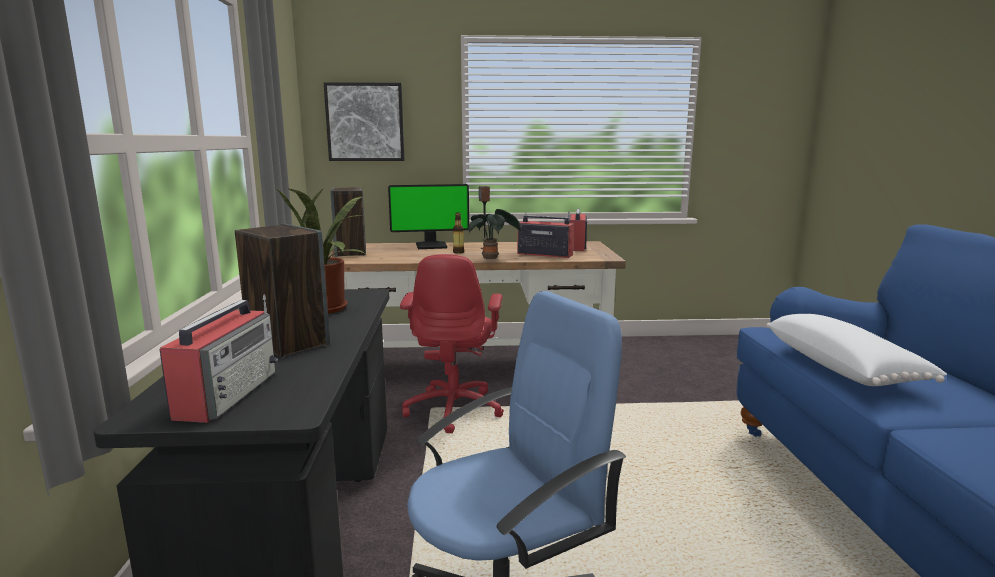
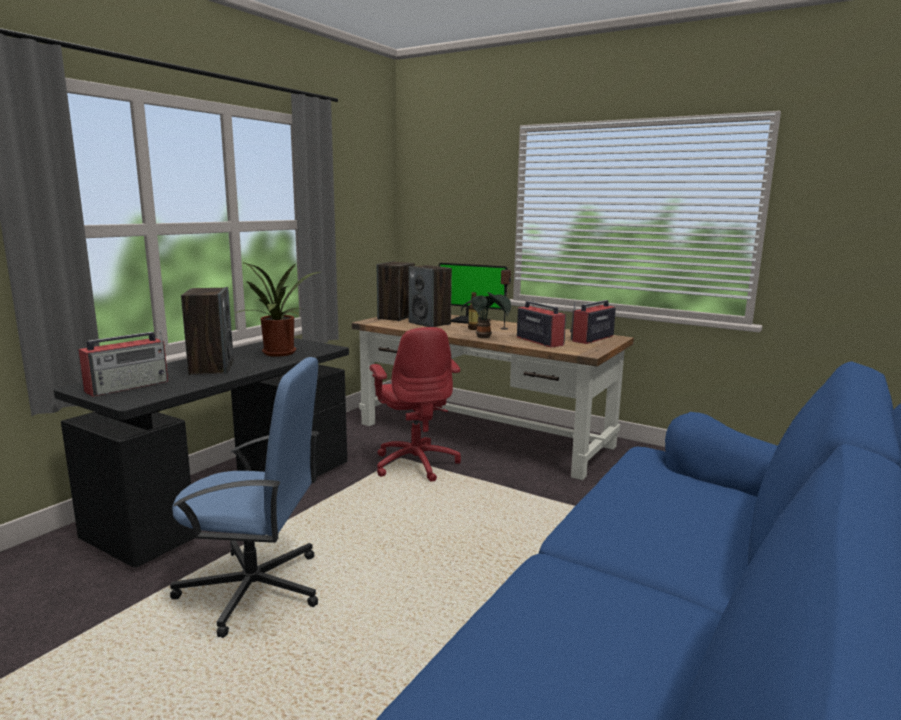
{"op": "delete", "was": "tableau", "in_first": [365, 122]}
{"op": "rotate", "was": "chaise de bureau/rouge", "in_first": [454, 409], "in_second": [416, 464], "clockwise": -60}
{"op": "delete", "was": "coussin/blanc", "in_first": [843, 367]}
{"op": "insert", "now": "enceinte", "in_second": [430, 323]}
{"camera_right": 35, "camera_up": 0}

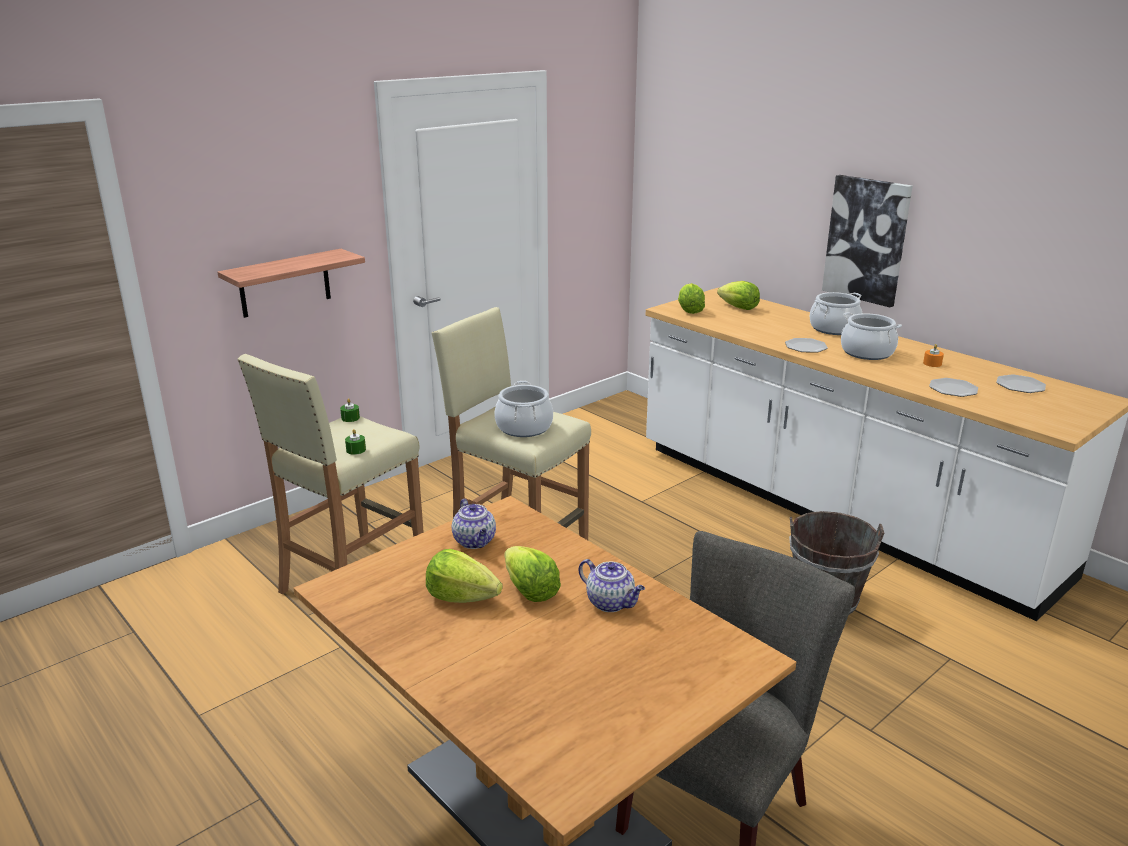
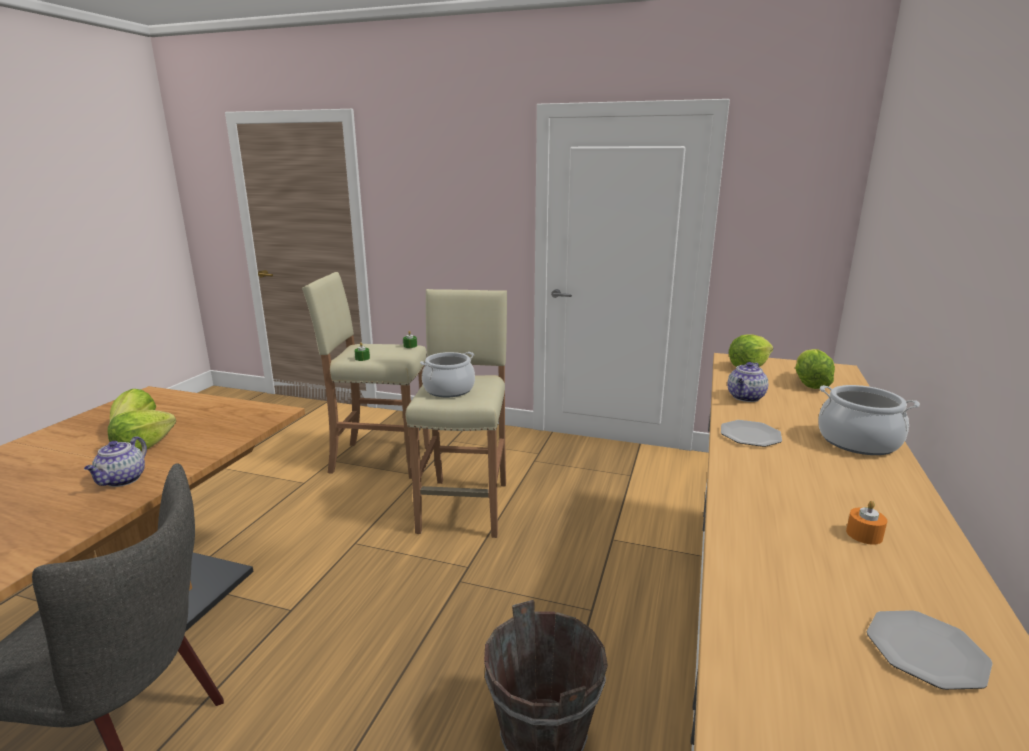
{"op": "delete", "was": "étagère", "in_first": [285, 283]}
{"op": "move", "was": "théière", "in_first": [475, 542], "in_second": [745, 397]}
{"op": "delete", "was": "tableau", "in_first": [867, 240]}
{"op": "delete", "was": "marmite", "in_first": [867, 352]}
{"op": "delete", "was": "assiette", "in_first": [953, 389]}
{"camera_right": 60, "camera_up": -5}

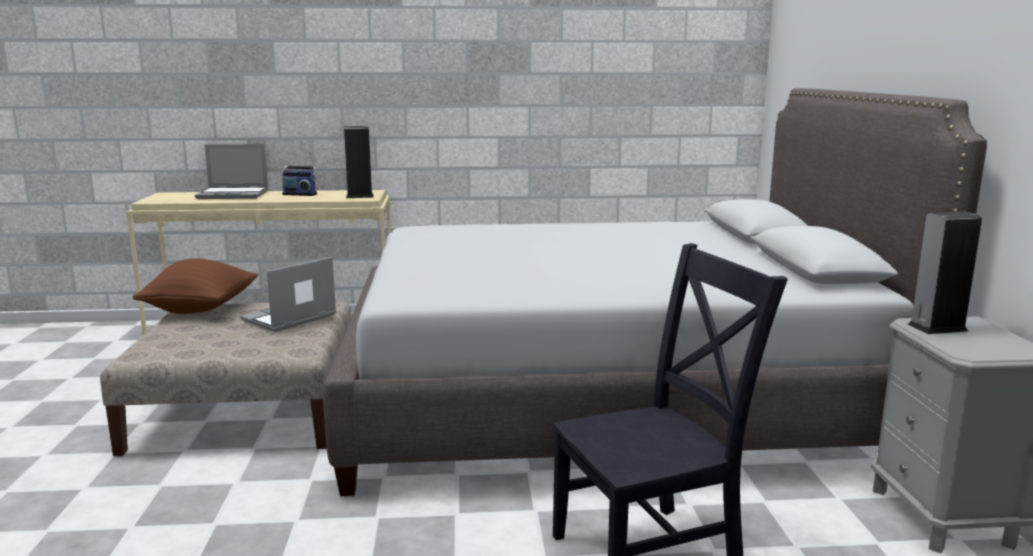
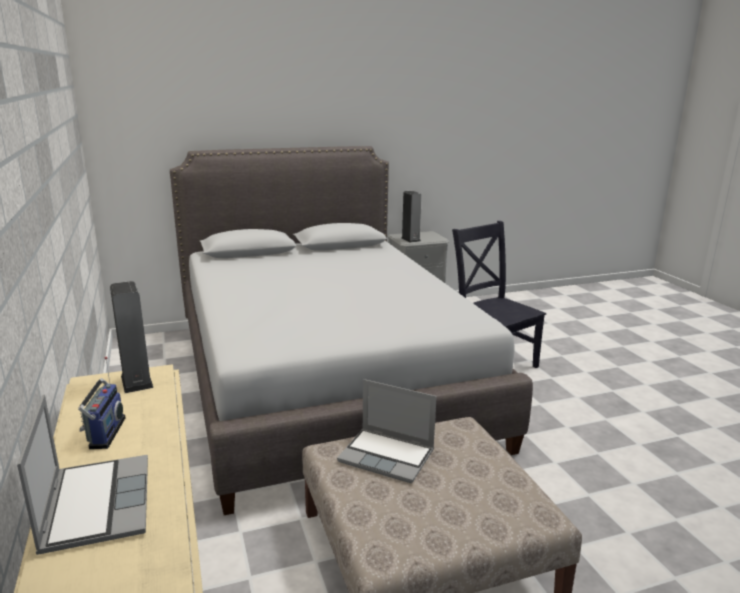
{"op": "delete", "was": "coussin/marron", "in_first": [201, 310]}
{"camera_right": -105, "camera_up": 5}

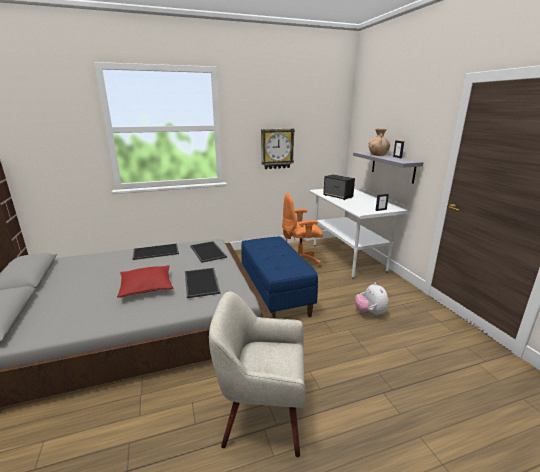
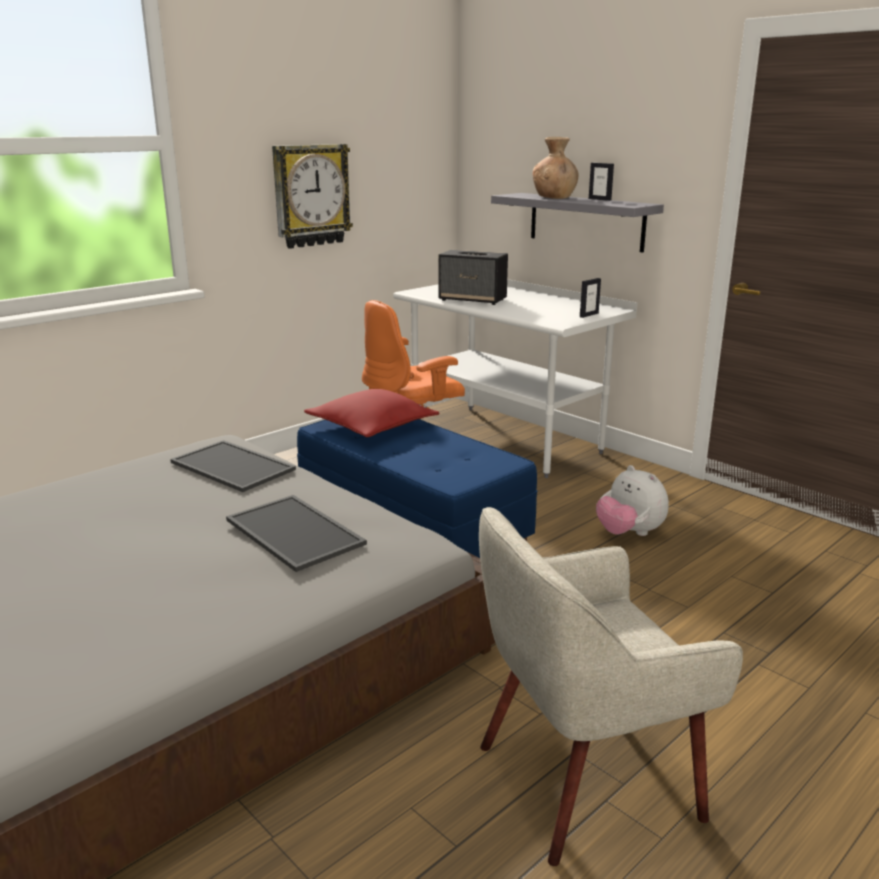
{"op": "move", "was": "coussin/rouge", "in_first": [146, 287], "in_second": [371, 426]}
{"op": "delete", "was": "plateau", "in_first": [155, 252]}
{"camera_right": -25, "camera_up": 0}

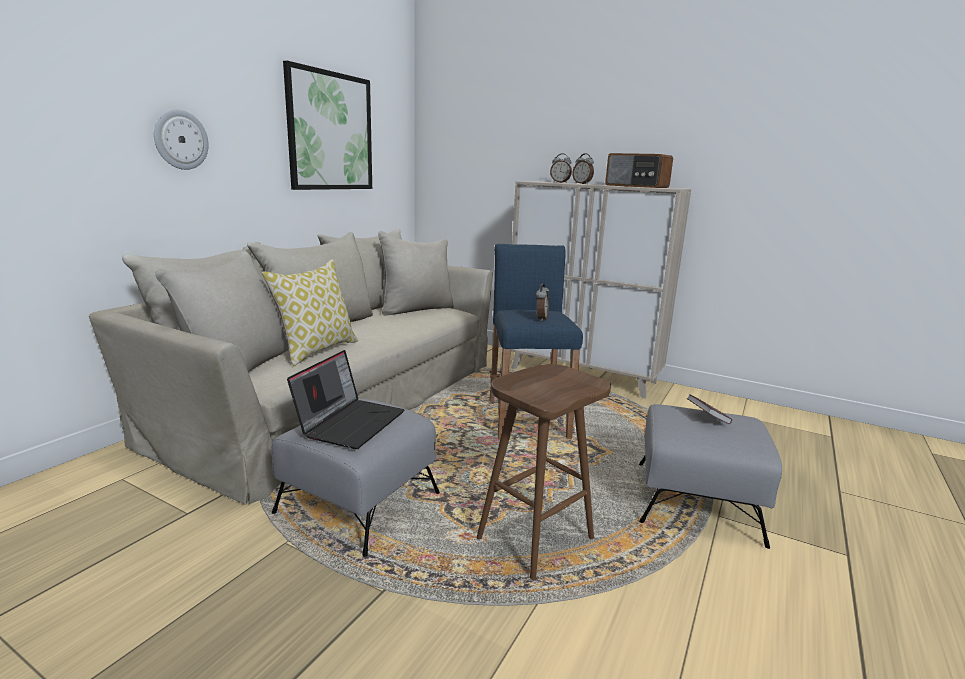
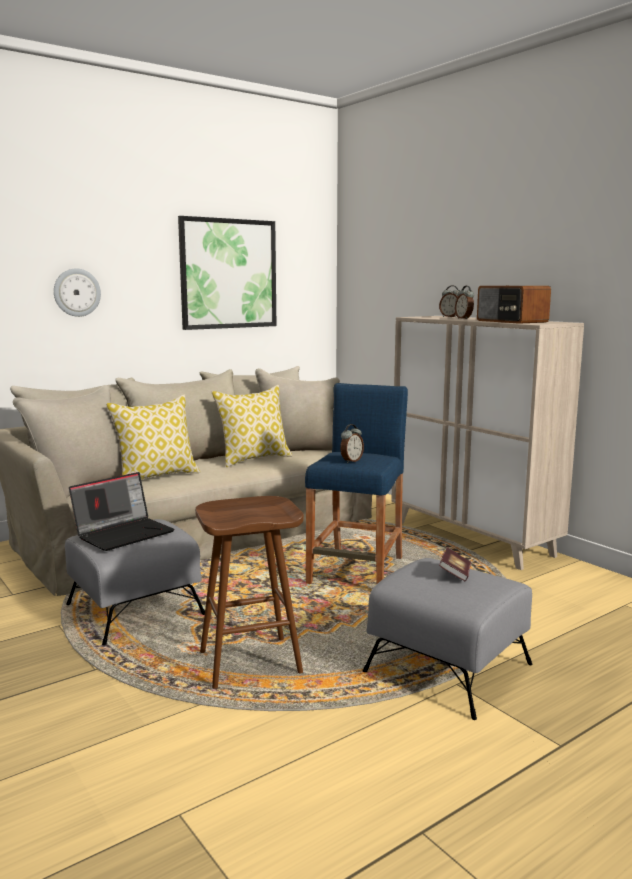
{"op": "insert", "now": "coussin", "in_second": [254, 459]}
{"camera_right": 25, "camera_up": -5}

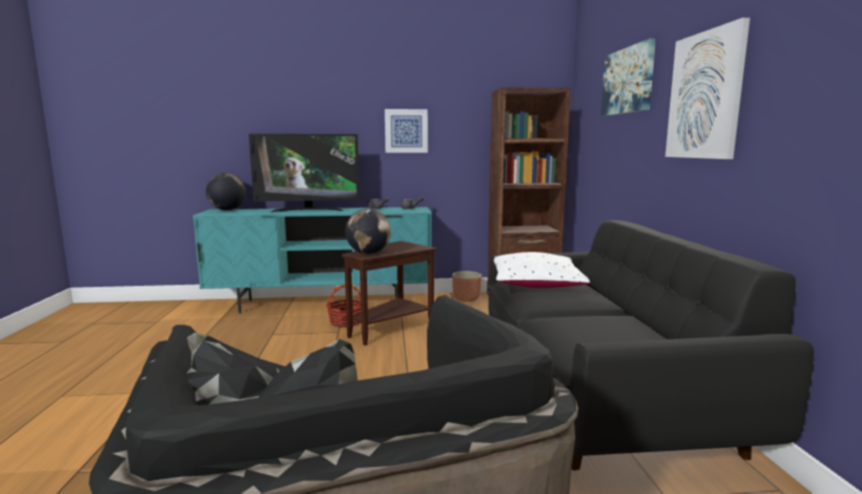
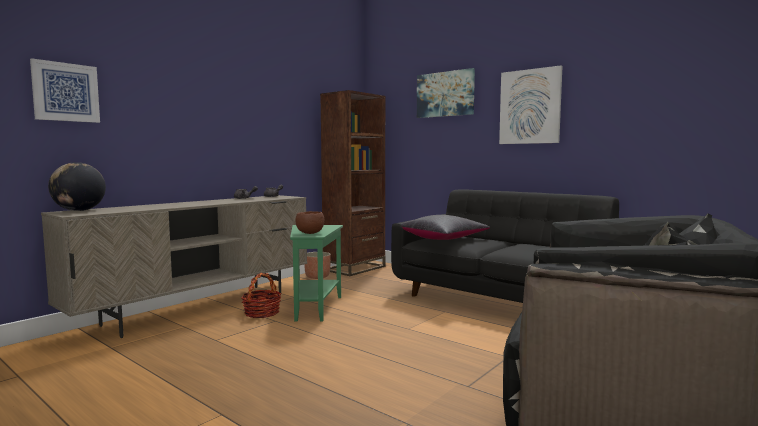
{"op": "recolor", "was": "meuble télé/turquoise", "now": "meuble télé/beige", "in_first": [323, 304], "in_second": [201, 308]}
{"op": "delete", "was": "téléviseur", "in_first": [308, 210]}
{"op": "recolor", "was": "table d'appoint/marron", "now": "table d'appoint/vert", "in_first": [391, 329], "in_second": [314, 307]}
{"op": "replace", "was": "globe", "now": "bol/marron", "in_first": [368, 253], "in_second": [310, 233]}
{"op": "move", "was": "tableau", "in_first": [406, 131], "in_second": [66, 92]}
{"op": "recolor", "was": "coussin/blanc", "now": "coussin/noir", "in_first": [536, 285], "in_second": [442, 238]}
{"camera_right": -45, "camera_up": -5}

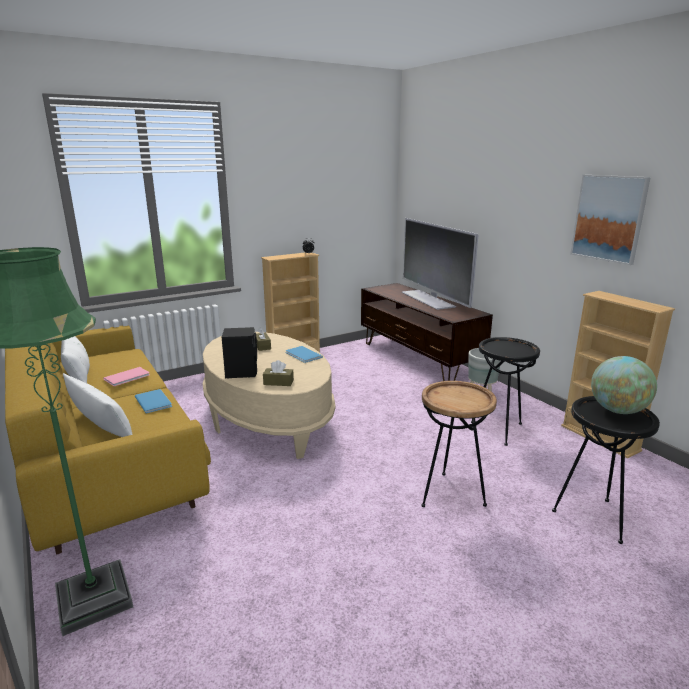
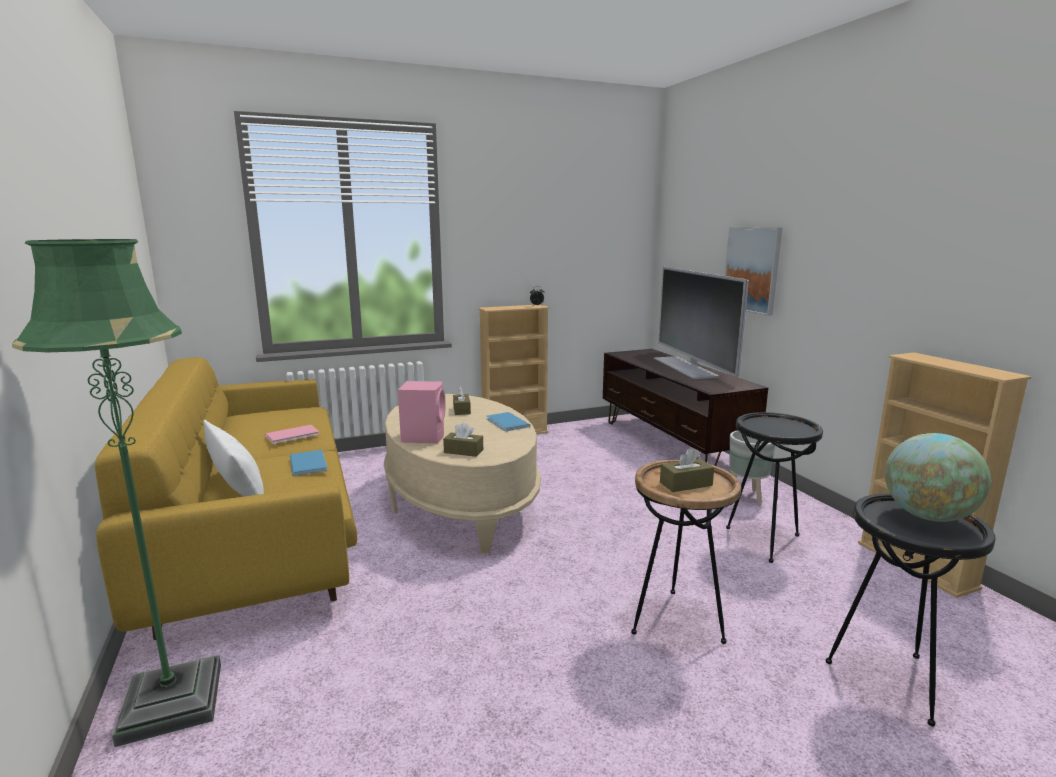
{"op": "delete", "was": "coussin/blanc", "in_first": [78, 373]}
{"op": "recolor", "was": "enceinte/noir", "now": "enceinte/rose", "in_first": [241, 372], "in_second": [424, 437]}
{"op": "move", "was": "tableau", "in_first": [609, 218], "in_second": [752, 269]}
{"op": "insert", "now": "boîte à mouchoirs/marron", "in_second": [686, 484]}
{"camera_right": 10, "camera_up": -5}

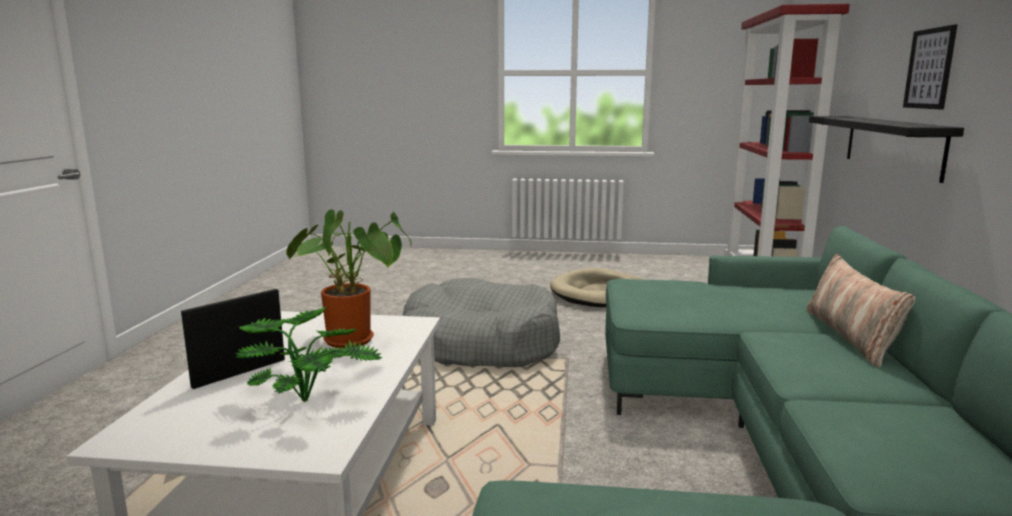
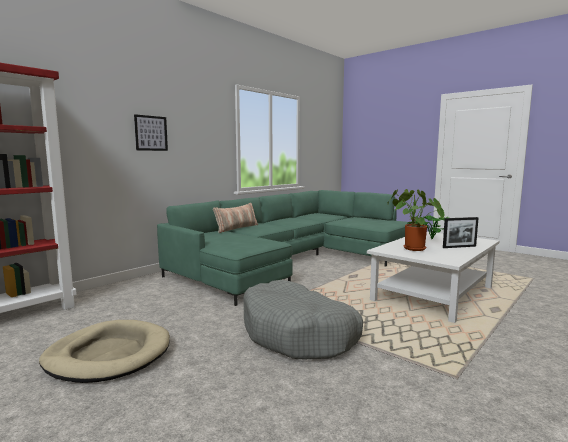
{"op": "delete", "was": "étagère/noir", "in_first": [892, 145]}
{"camera_right": -145, "camera_up": -5}

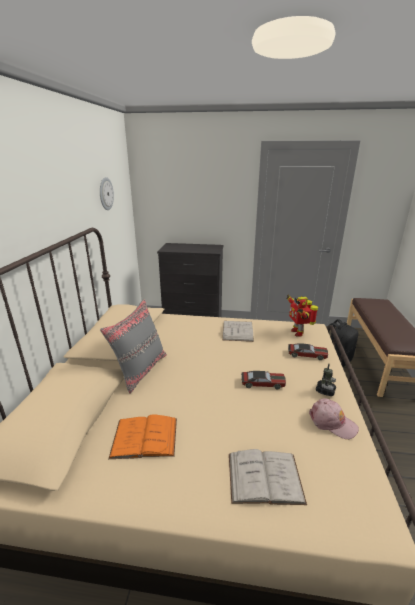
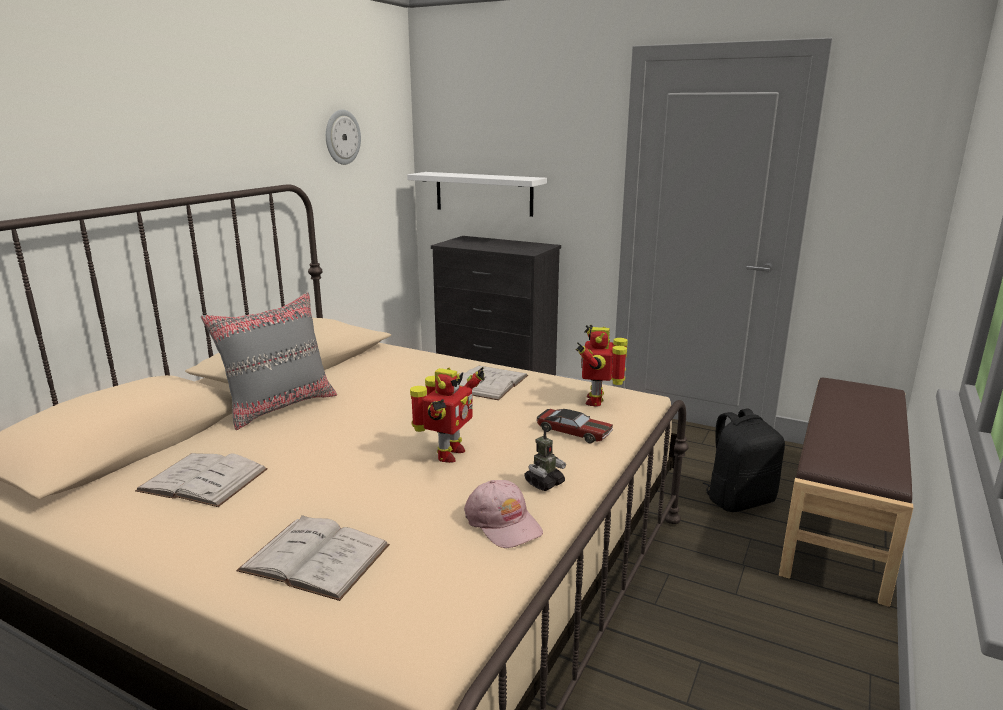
{"op": "recolor", "was": "livre/orange", "now": "livre/blanc", "in_first": [145, 437], "in_second": [203, 480]}
{"op": "replace", "was": "petite voiture", "now": "robot jouet", "in_first": [262, 383], "in_second": [447, 454]}
{"op": "insert", "now": "étagère/blanc", "in_second": [483, 193]}
{"camera_right": 20, "camera_up": -5}

